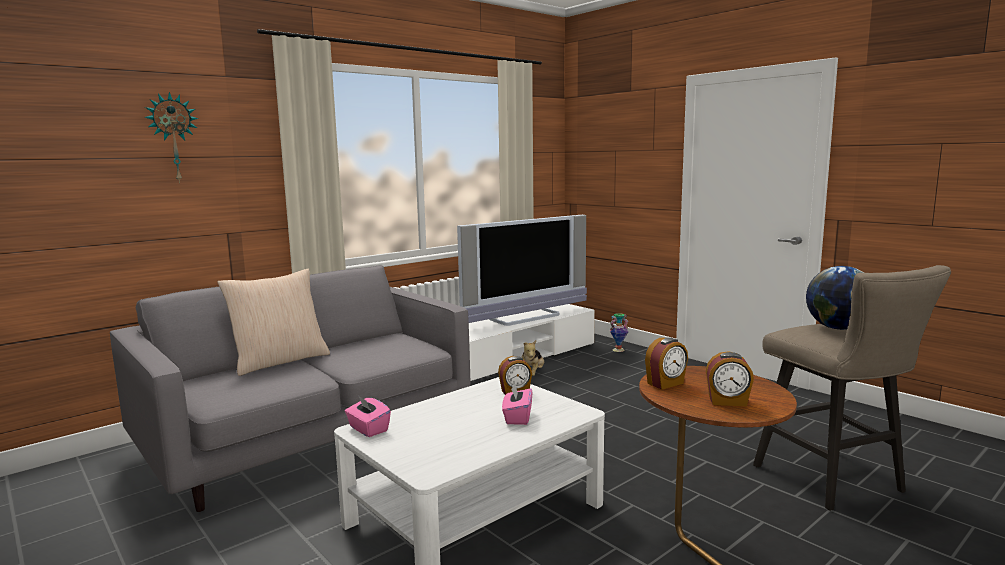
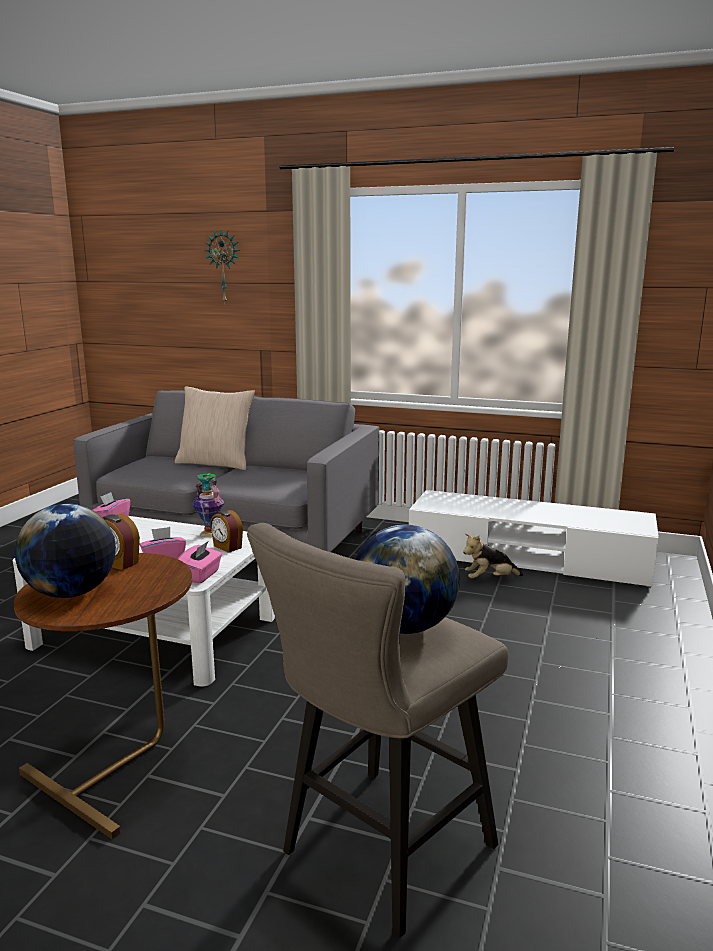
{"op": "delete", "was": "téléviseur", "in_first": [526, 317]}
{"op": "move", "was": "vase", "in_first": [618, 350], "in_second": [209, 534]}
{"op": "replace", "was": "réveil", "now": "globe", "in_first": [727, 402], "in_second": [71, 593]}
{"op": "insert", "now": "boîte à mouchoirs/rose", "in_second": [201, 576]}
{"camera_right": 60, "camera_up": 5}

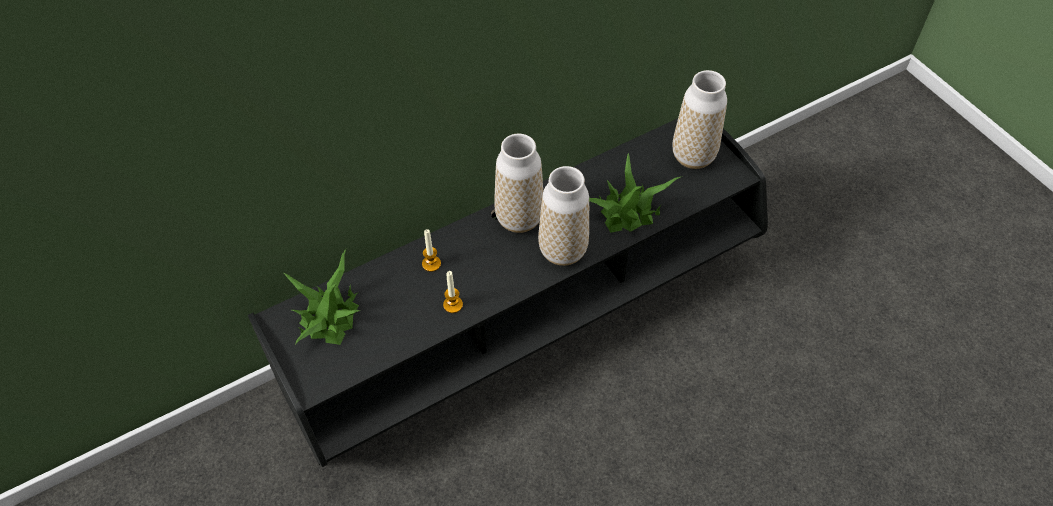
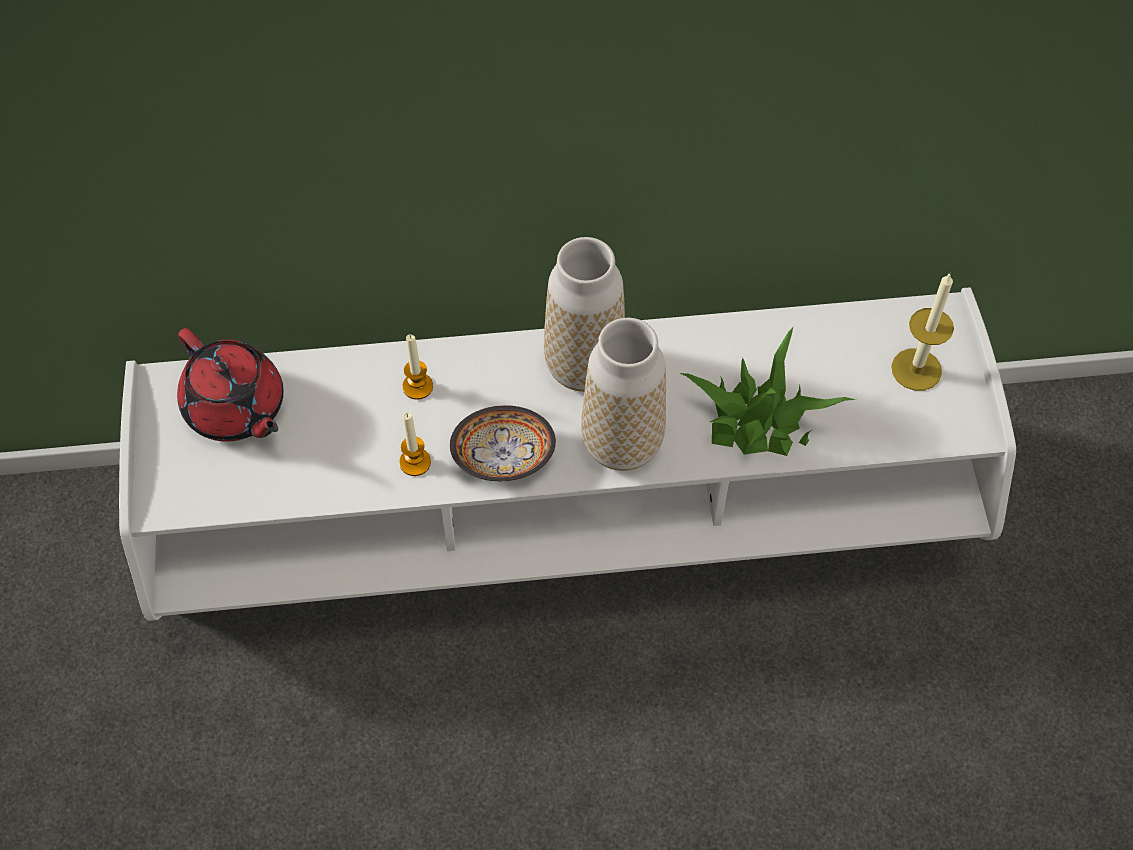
{"op": "recolor", "was": "meuble télé/noir", "now": "meuble télé/blanc", "in_first": [527, 325], "in_second": [568, 530]}
{"op": "replace", "was": "plante en pot", "now": "théière/rouge", "in_first": [330, 316], "in_second": [236, 408]}
{"op": "replace", "was": "vase", "now": "bougie", "in_first": [693, 156], "in_second": [916, 369]}
{"op": "insert", "now": "bol", "in_second": [501, 455]}
{"camera_right": 25, "camera_up": 5}

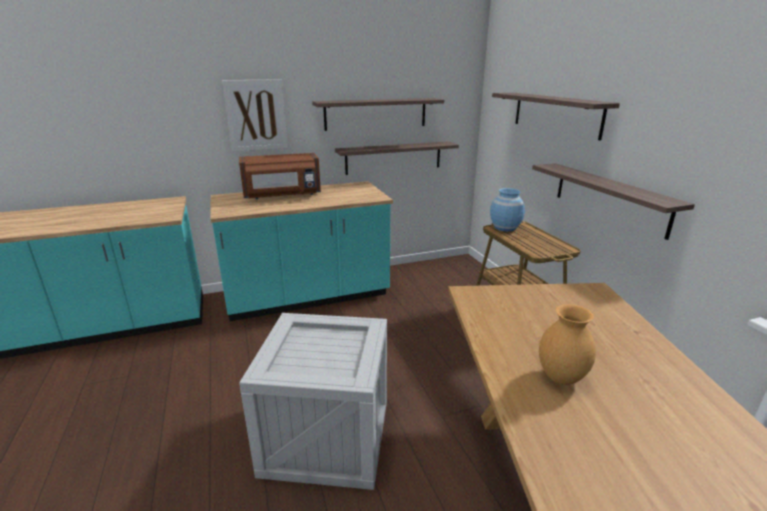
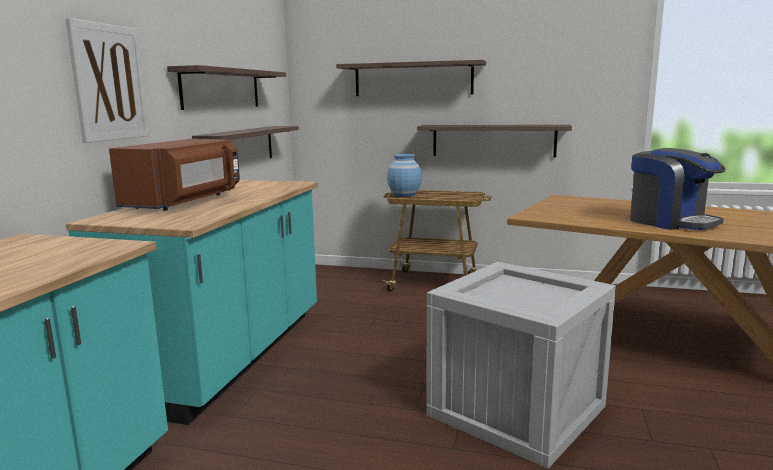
{"op": "replace", "was": "vase/marron", "now": "machine à café", "in_first": [561, 377], "in_second": [670, 222]}
{"camera_right": -55, "camera_up": -10}

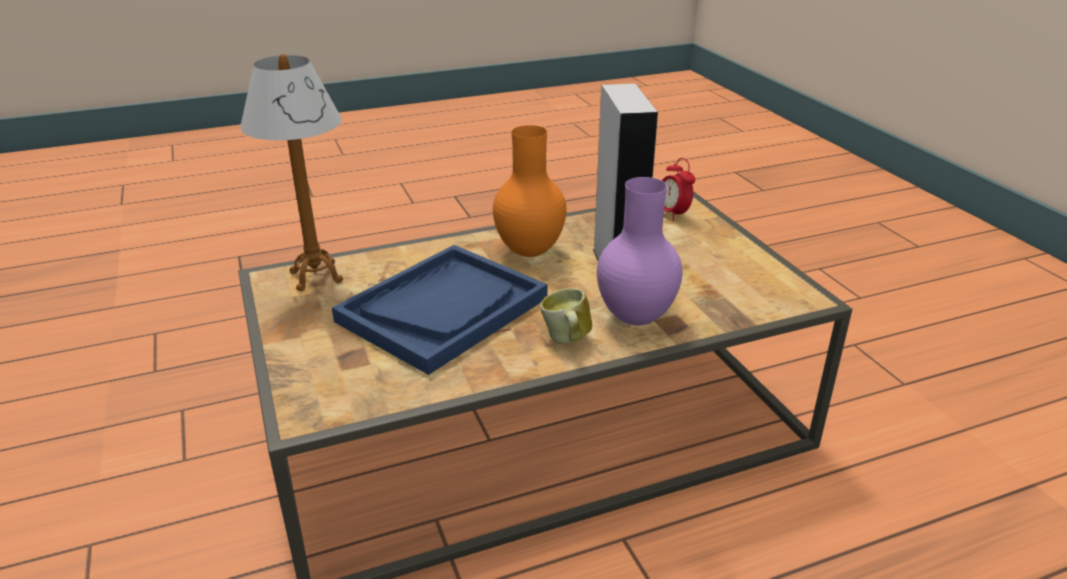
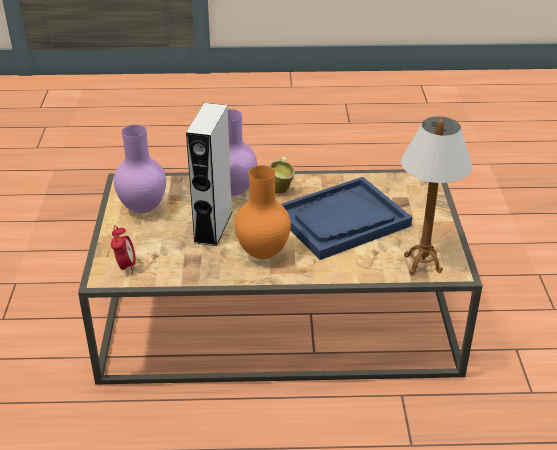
{"op": "insert", "now": "vase/violet", "in_second": [143, 208]}
{"camera_right": -160, "camera_up": 5}

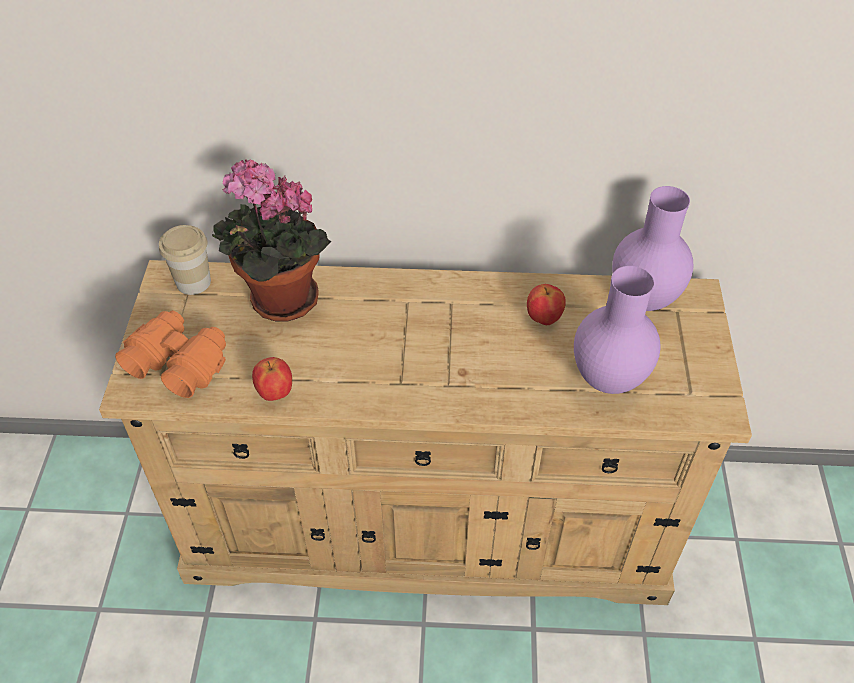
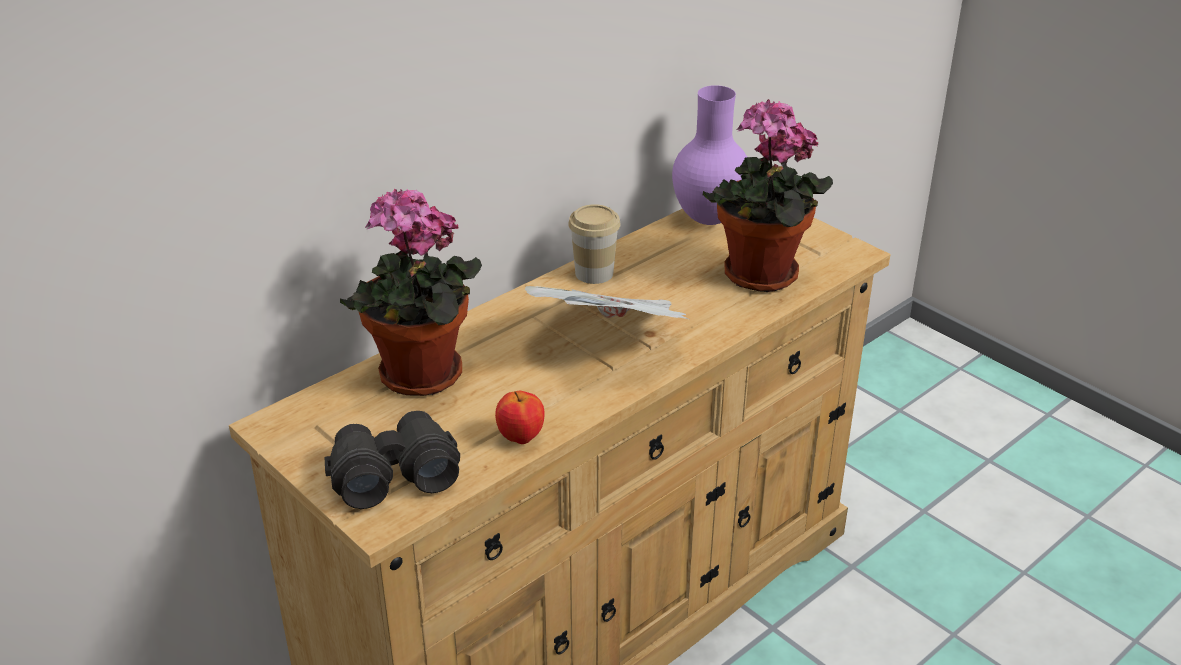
{"op": "recolor", "was": "jumelles/orange", "now": "jumelles/noir", "in_first": [179, 362], "in_second": [393, 473]}
{"op": "move", "was": "tasse", "in_first": [193, 282], "in_second": [594, 273]}
{"op": "delete", "was": "pomme", "in_first": [543, 319]}
{"op": "replace", "was": "vase/violet", "now": "plante en pot", "in_first": [606, 380], "in_second": [758, 278]}
{"op": "insert", "now": "journal", "in_second": [613, 338]}
{"camera_right": -45, "camera_up": -15}

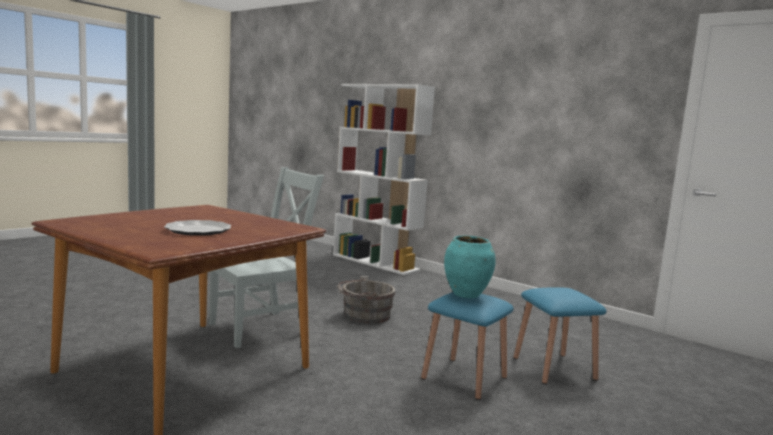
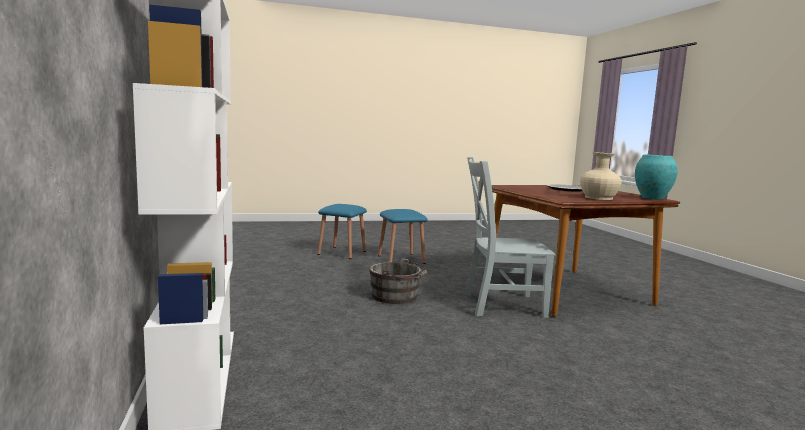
{"op": "move", "was": "vase/turquoise", "in_first": [466, 294], "in_second": [652, 198]}
{"op": "insert", "now": "vase/beige", "in_second": [598, 198]}
{"camera_right": -145, "camera_up": 0}

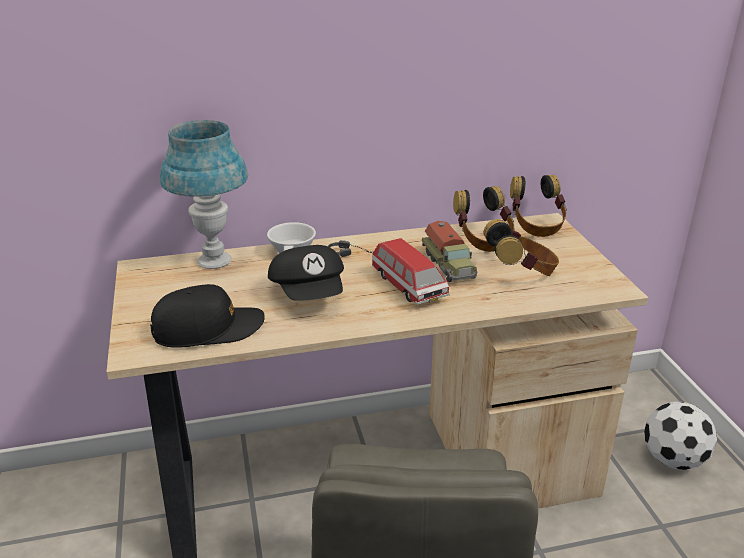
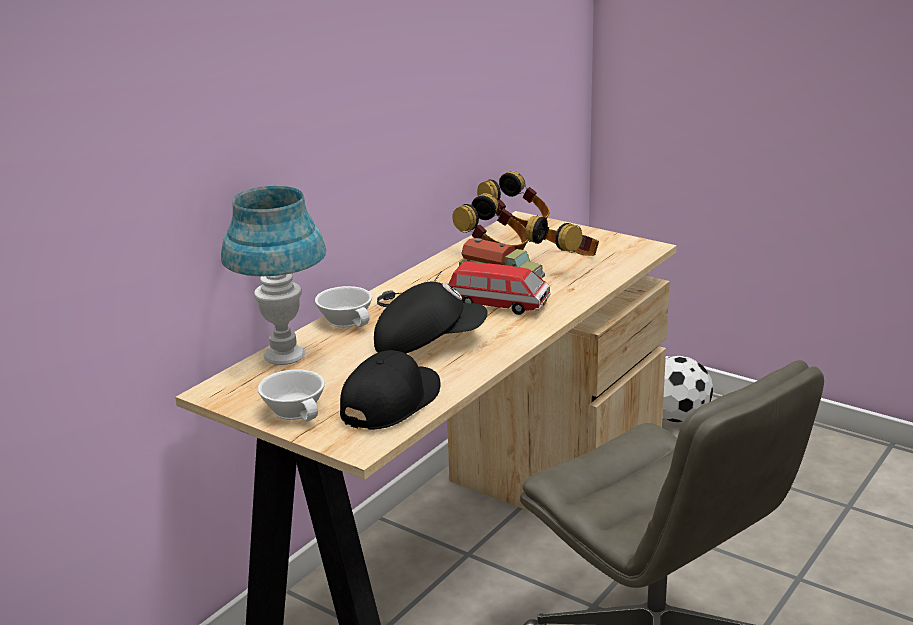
{"op": "rotate", "was": "casquette/noir", "in_first": [310, 294], "in_second": [428, 342], "clockwise": -45}
{"op": "insert", "now": "tasse/blanc", "in_second": [297, 410]}
{"camera_right": -40, "camera_up": -5}

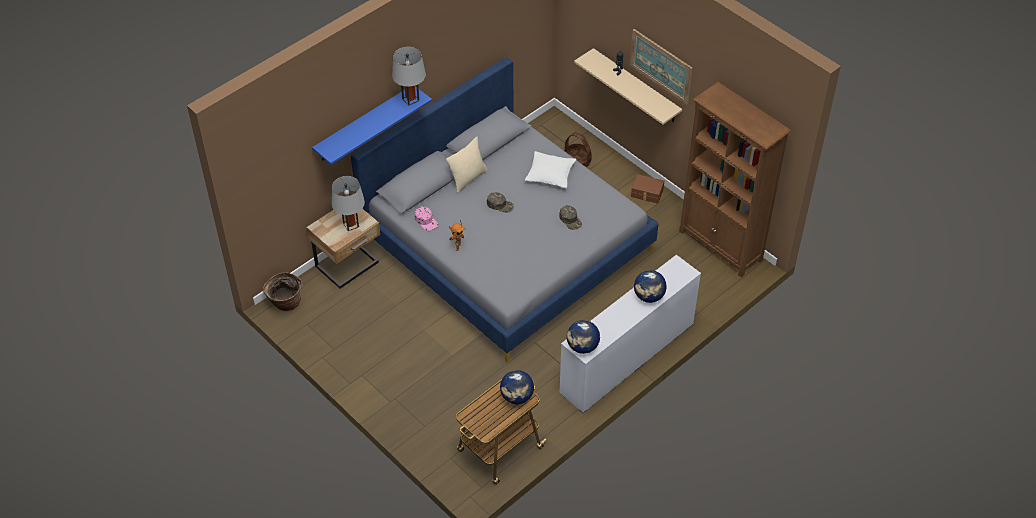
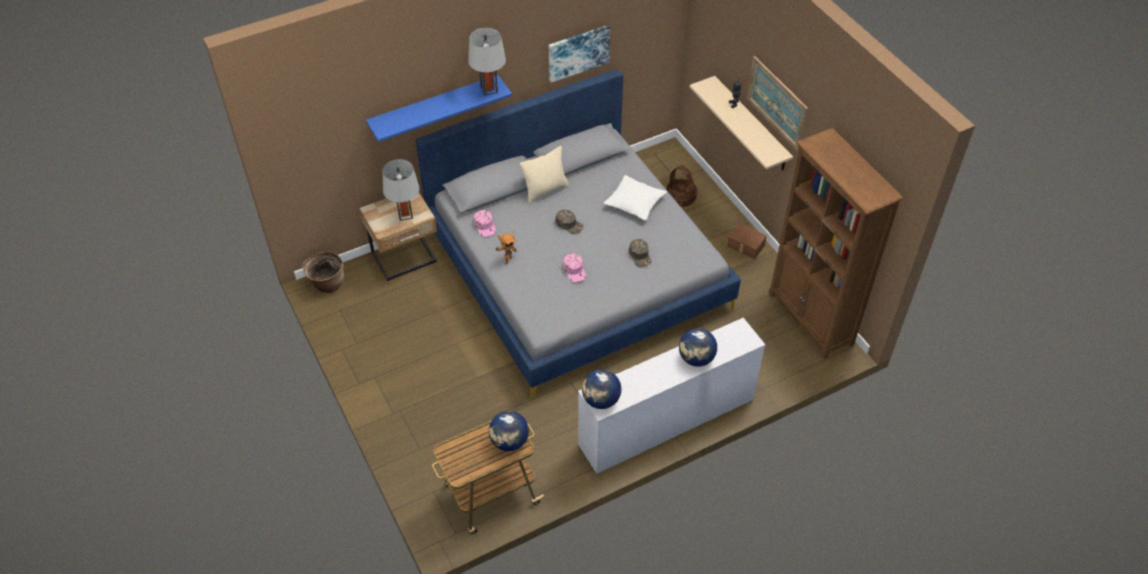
{"op": "insert", "now": "tableau", "in_second": [578, 52]}
{"op": "insert", "now": "casquette/rose", "in_second": [574, 270]}
{"camera_right": 15, "camera_up": 0}

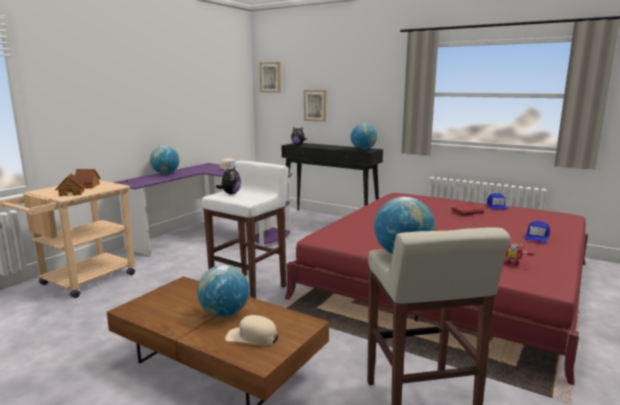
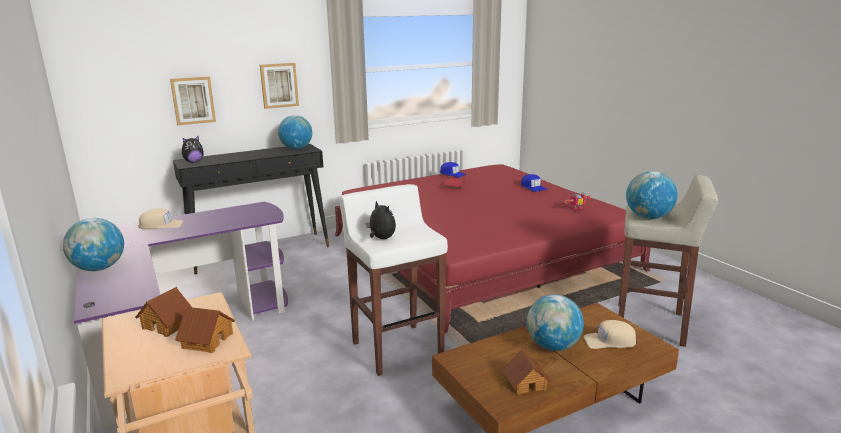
{"op": "rotate", "was": "casquette/beige", "in_first": [252, 337], "in_second": [609, 341], "clockwise": 45}
{"op": "move", "was": "tableau", "in_first": [270, 77], "in_second": [279, 85]}
{"op": "insert", "now": "maison miniature", "in_second": [526, 383]}
{"camera_right": -60, "camera_up": 5}

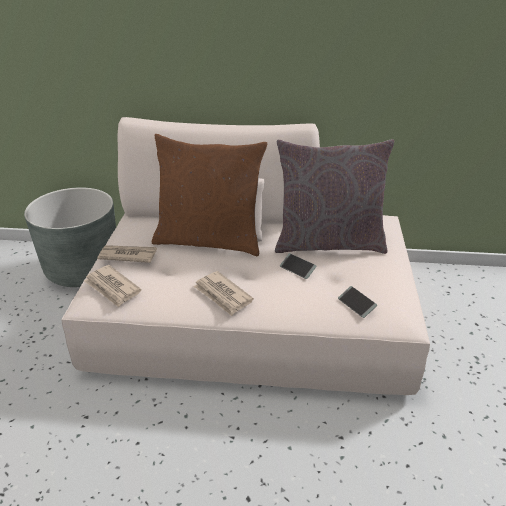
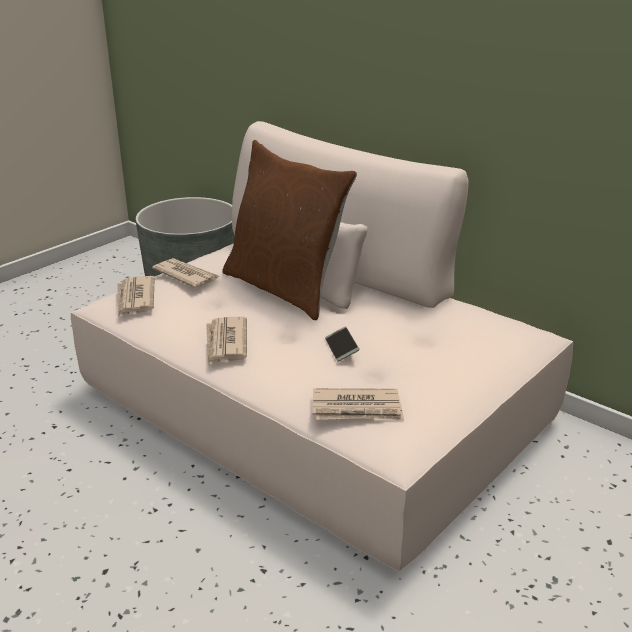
{"op": "delete", "was": "coussin/gris", "in_first": [328, 243]}
{"op": "replace", "was": "téléphone", "now": "journal", "in_first": [356, 305], "in_second": [357, 408]}
{"camera_right": 35, "camera_up": -5}

